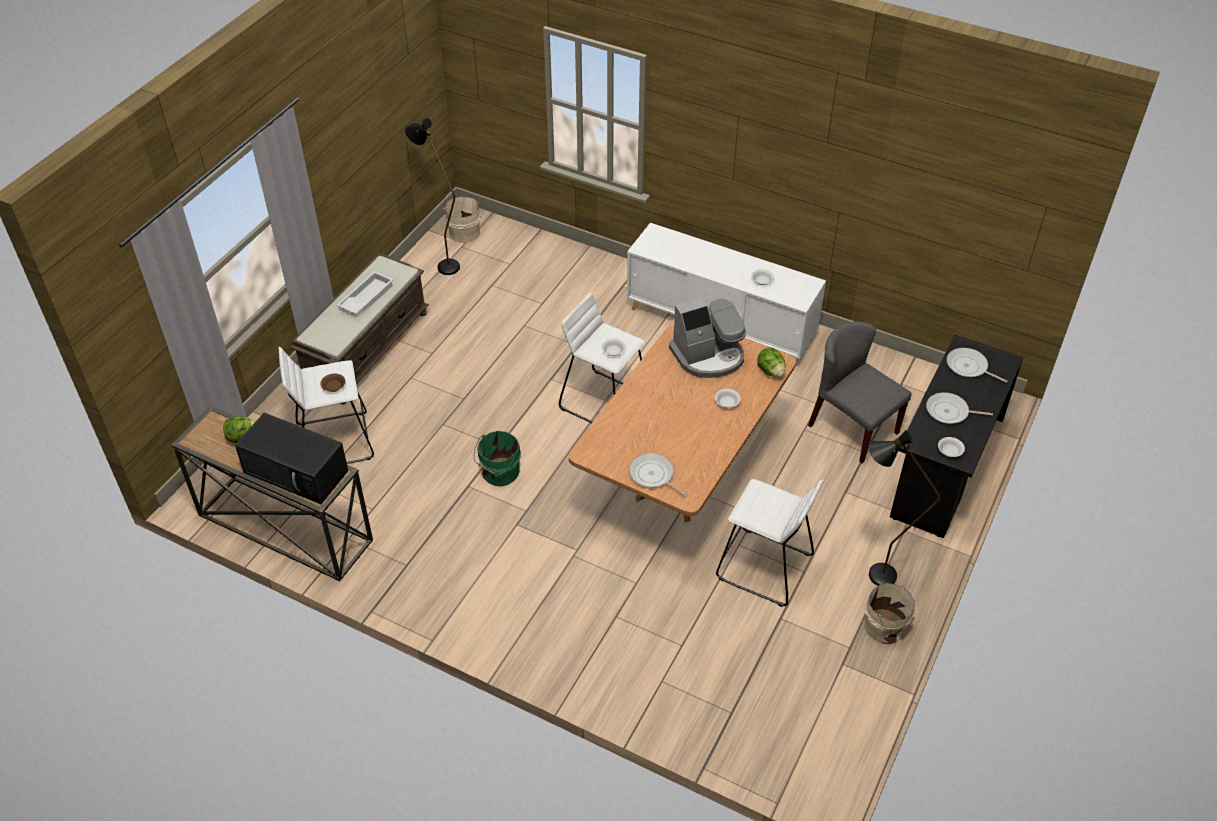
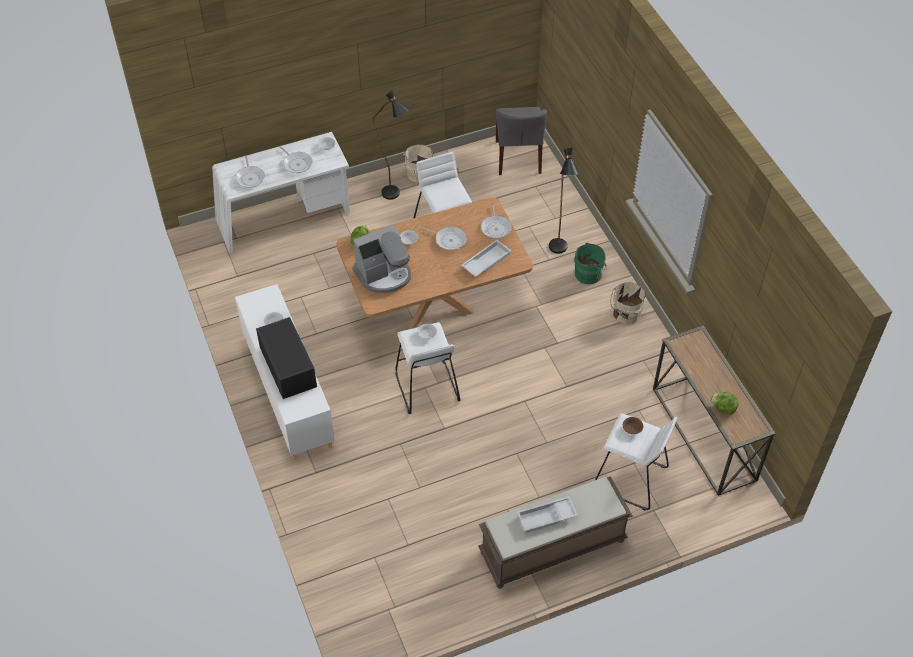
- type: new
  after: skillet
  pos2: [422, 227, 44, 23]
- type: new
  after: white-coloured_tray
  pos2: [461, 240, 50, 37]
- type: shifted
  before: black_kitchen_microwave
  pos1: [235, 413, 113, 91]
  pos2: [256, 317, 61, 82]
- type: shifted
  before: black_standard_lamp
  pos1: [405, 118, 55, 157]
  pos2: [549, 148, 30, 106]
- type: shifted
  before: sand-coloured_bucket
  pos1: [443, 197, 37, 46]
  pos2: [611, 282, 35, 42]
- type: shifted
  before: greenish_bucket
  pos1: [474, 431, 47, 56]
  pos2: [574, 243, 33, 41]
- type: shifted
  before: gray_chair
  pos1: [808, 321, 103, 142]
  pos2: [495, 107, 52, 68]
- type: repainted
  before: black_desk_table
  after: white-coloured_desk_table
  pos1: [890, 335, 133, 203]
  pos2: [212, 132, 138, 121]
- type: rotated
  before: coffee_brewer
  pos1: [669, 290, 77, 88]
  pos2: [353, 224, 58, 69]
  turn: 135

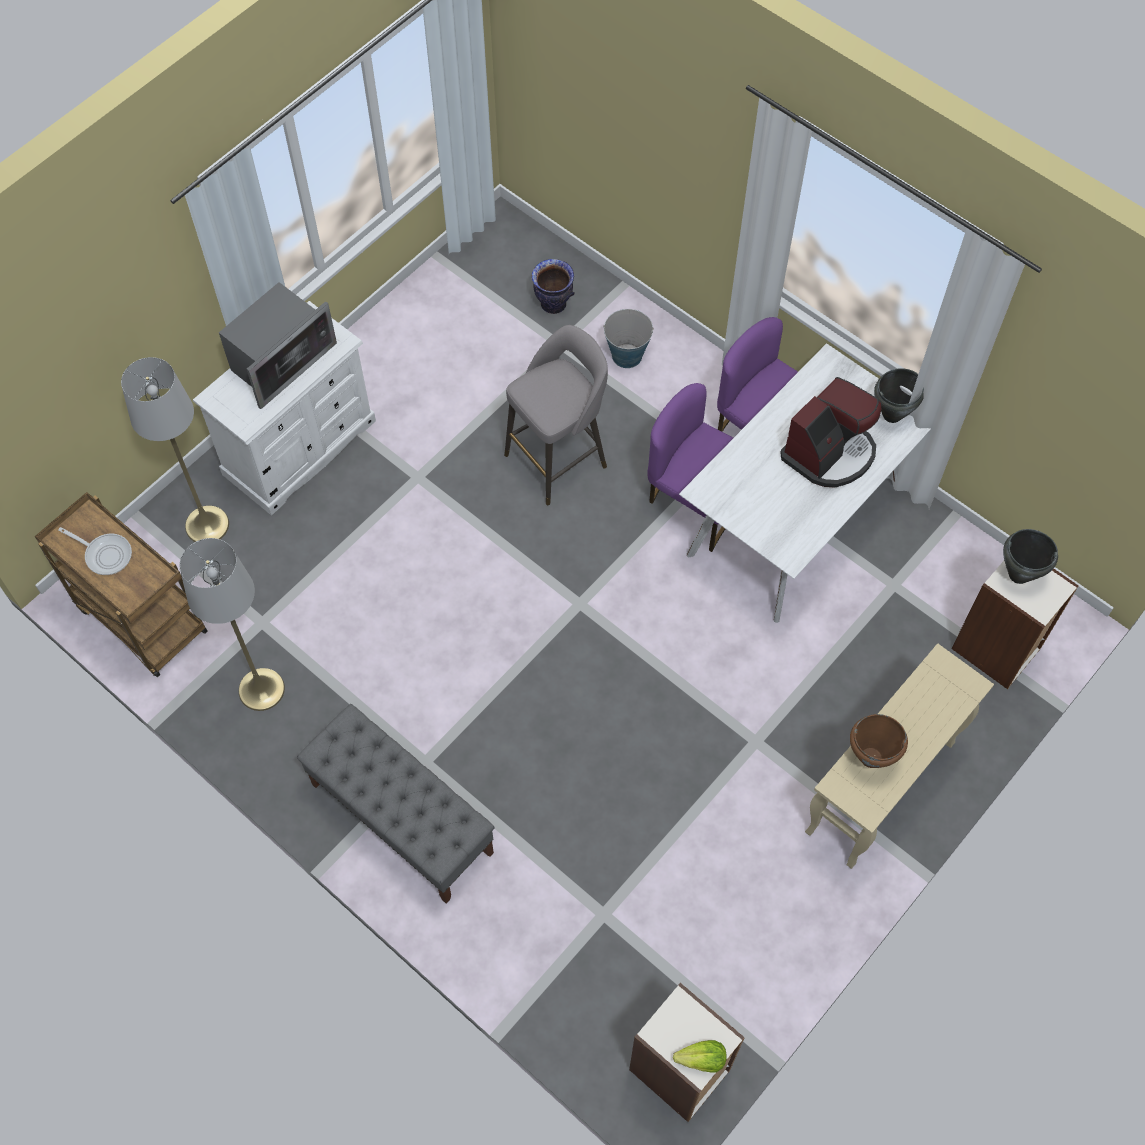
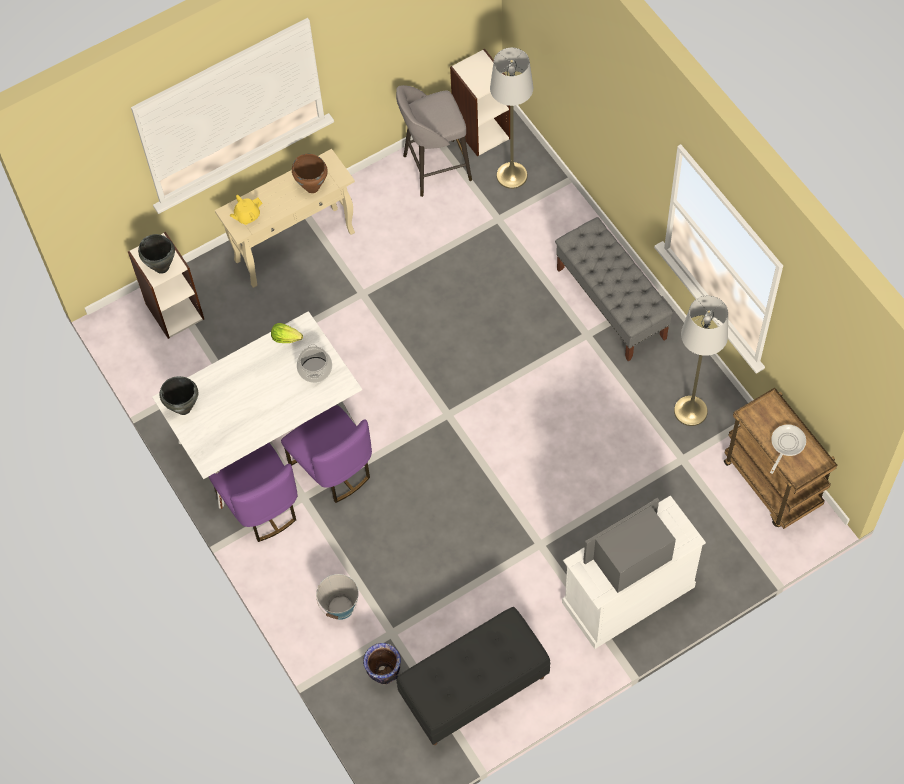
- type: gone
  before: coffee_brewer
  pos1: [780, 377, 102, 110]
- type: new
  after: yellow-coloured_tea_pot
  pos2: [230, 195, 32, 30]
- type: new
  after: stockpot
  pos2: [297, 344, 35, 39]
- type: new
  after: black_indoor_bench
  pos2: [396, 607, 154, 138]
- type: shifted
  before: gray_standard_lamp
  pos1: [121, 357, 108, 185]
  pos2: [490, 48, 43, 141]
- type: shifted
  before: gray_stool_seat
  pos1: [504, 325, 104, 180]
  pos2: [396, 85, 76, 112]
- type: shifted
  before: head_of_lettuce
  pos1: [673, 1040, 54, 32]
  pos2: [271, 323, 32, 20]
- type: rotated
  before: skillet
  pos1: [58, 527, 74, 48]
  pos2: [770, 424, 36, 50]
  turn: 75

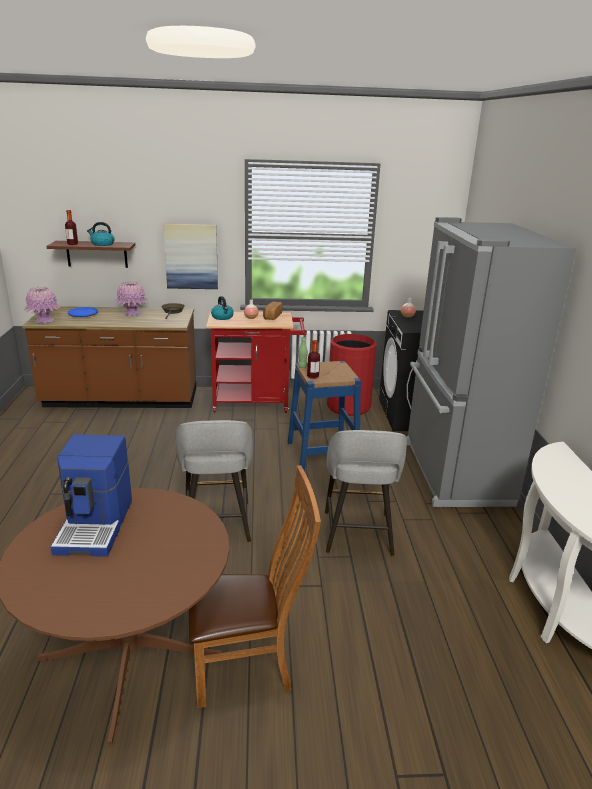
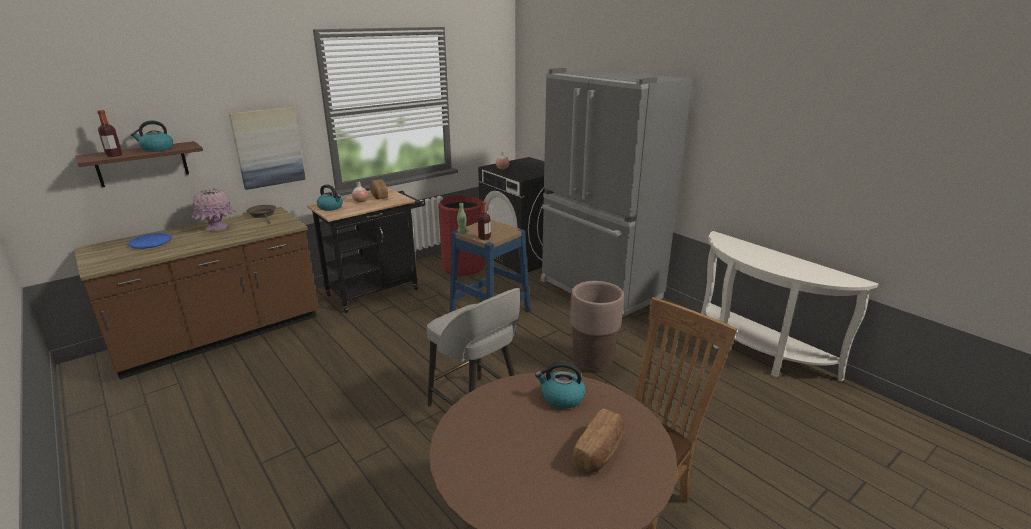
- type: gone
  before: pink_flower_vase
  pos1: [24, 287, 37, 36]
- type: gone
  before: coffee_brewer
  pos1: [51, 434, 81, 123]
- type: new
  after: water_kettle
  pos2: [535, 361, 50, 48]
- type: new
  after: baked_bread
  pos2: [573, 409, 51, 63]
- type: swapped
  before: gray_stool_seat
  after: brown-coloured_flower_pot
  pos1: [325, 430, 82, 126]
  pos2: [570, 281, 54, 92]
- type: repainted
  before: red_wheeled_cart
  after: black_wheeled_cart
  pos1: [206, 311, 101, 102]
  pos2: [307, 188, 119, 125]

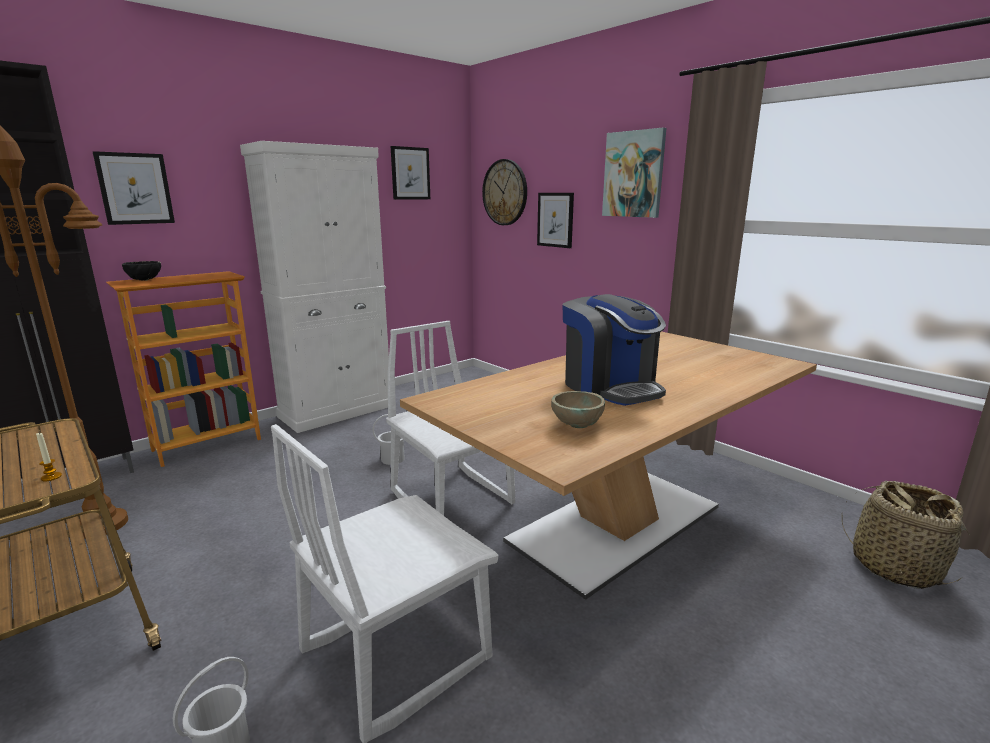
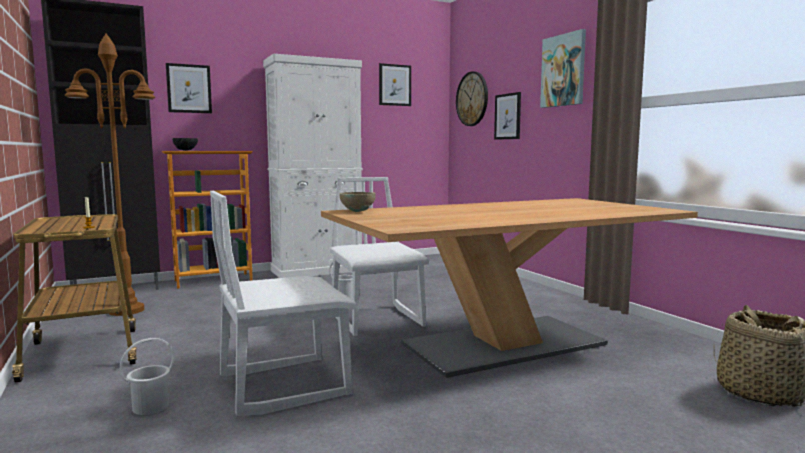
- type: gone
  before: coffee_brewer
  pos1: [562, 294, 104, 112]
- type: shifted
  before: sand-coloured_deep_dish
  pos1: [551, 391, 54, 37]
  pos2: [340, 192, 36, 20]

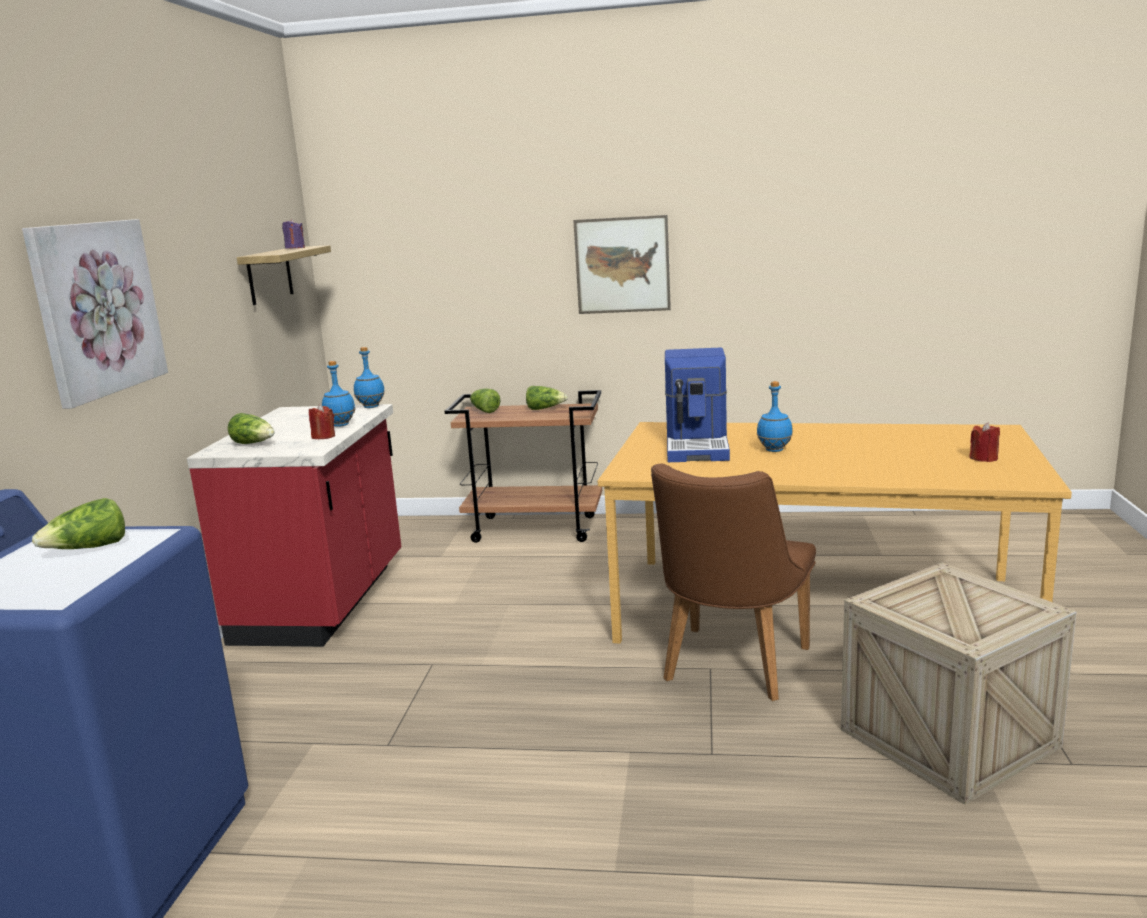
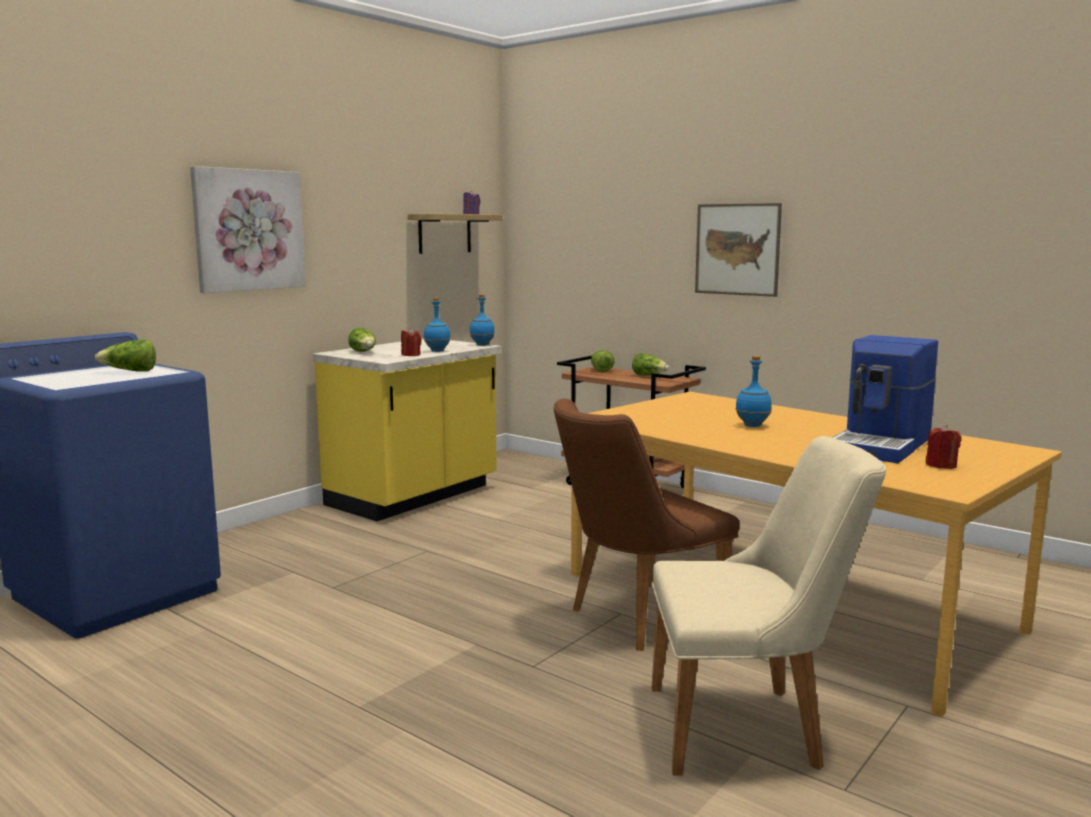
- type: shifted
  before: coffee_brewer
  pos1: [665, 347, 65, 115]
  pos2: [832, 335, 106, 128]
- type: swapped
  before: packing_crate
  after: sand-coloured_chair
  pos1: [841, 562, 236, 243]
  pos2: [651, 436, 235, 340]
- type: repainted
  before: red_kitchen_base_unit
  after: yellow-coloured_kitchen_base_unit
  pos1: [187, 404, 214, 243]
  pos2: [313, 339, 188, 182]

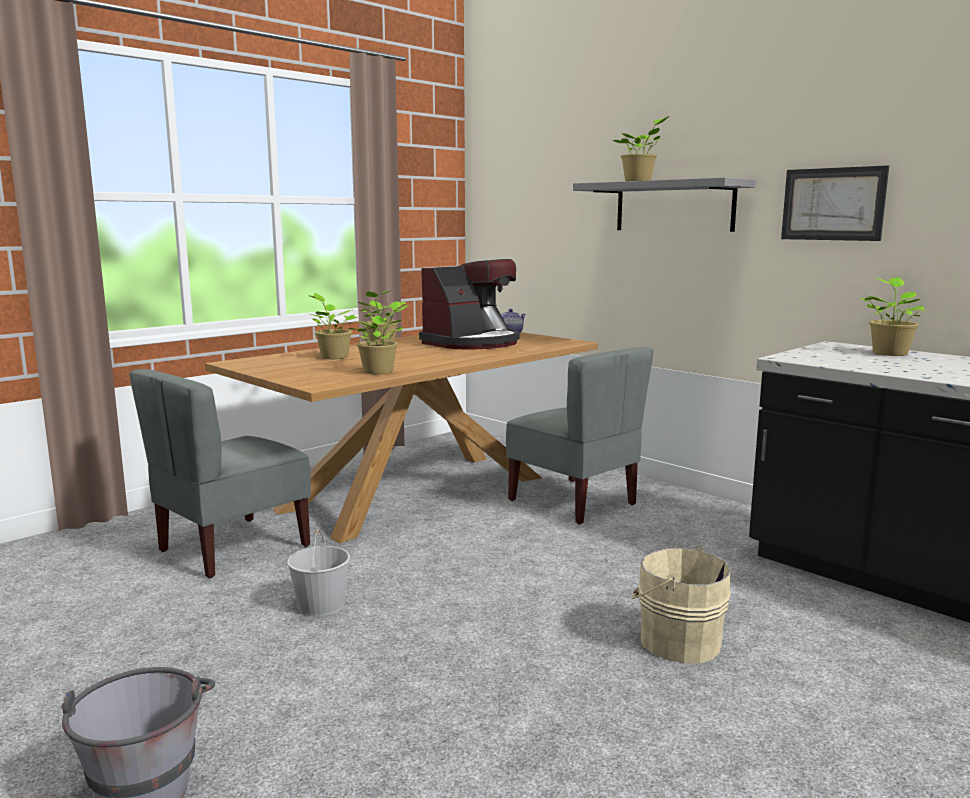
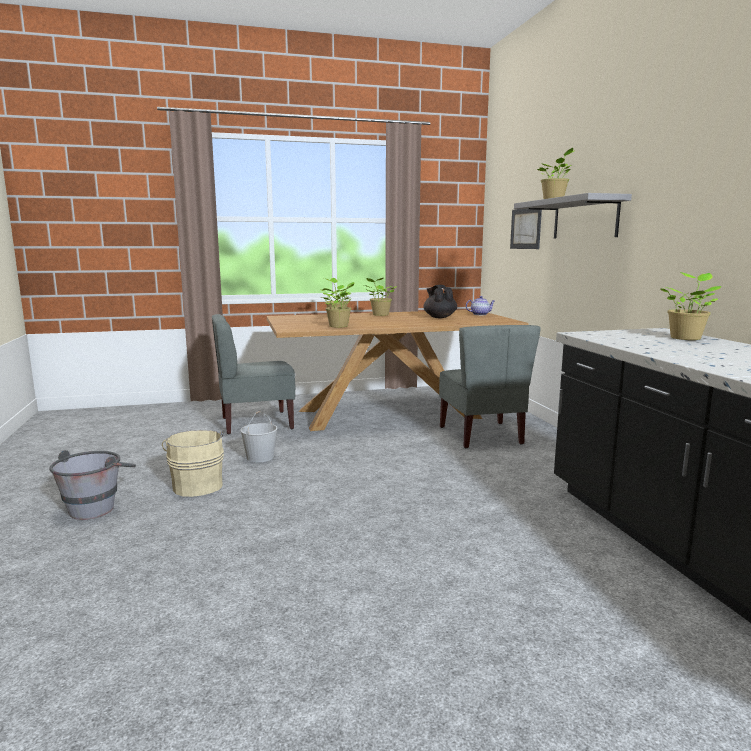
- type: shifted
  before: sand-coloured_bucket
  pos1: [631, 545, 100, 119]
  pos2: [162, 430, 62, 67]
- type: shifted
  before: picture
  pos1: [781, 165, 108, 76]
  pos2: [510, 209, 32, 40]
- type: swapped
  before: coffee_brewer
  after: black_tea_pot
  pos1: [419, 259, 101, 91]
  pos2: [423, 285, 34, 33]

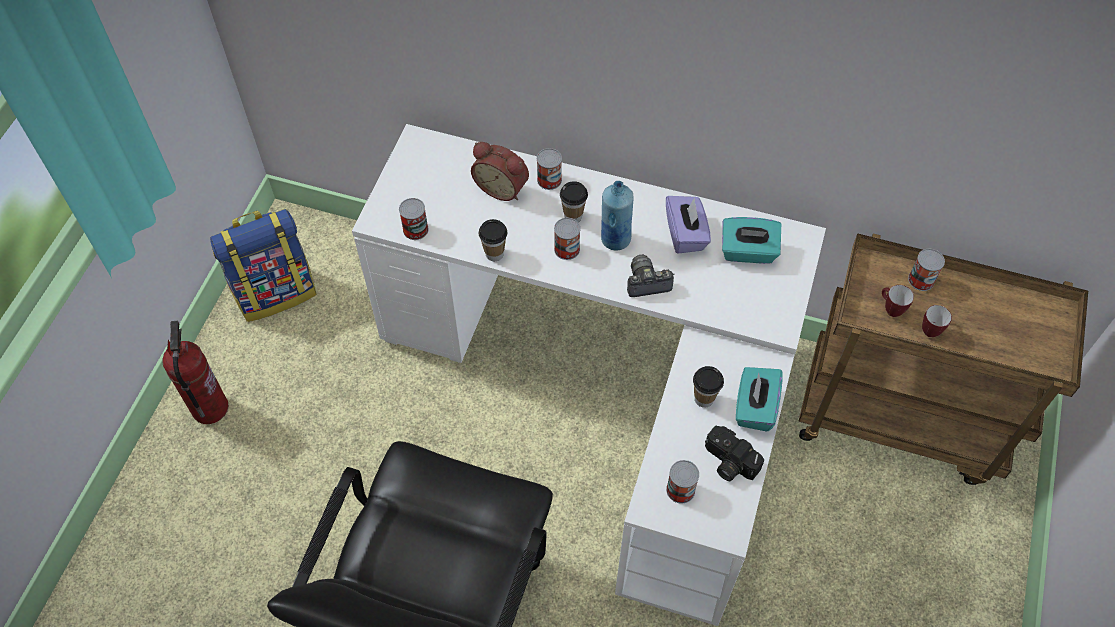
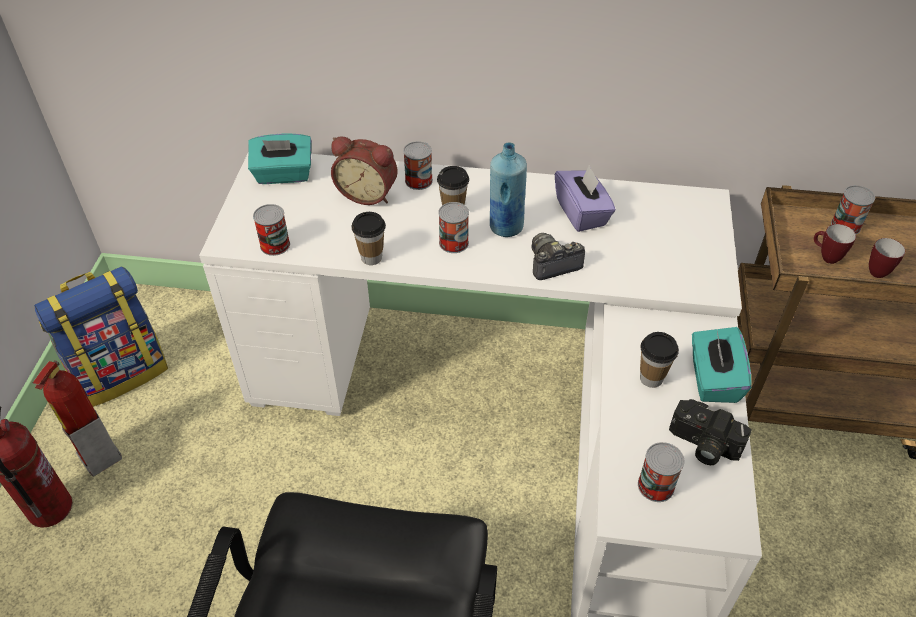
- type: new
  after: extinguisher
  pos2: [33, 360, 89, 116]
- type: shifted
  before: turquoise_tissue_holder
  pos1: [722, 217, 59, 47]
  pos2: [248, 134, 63, 50]

